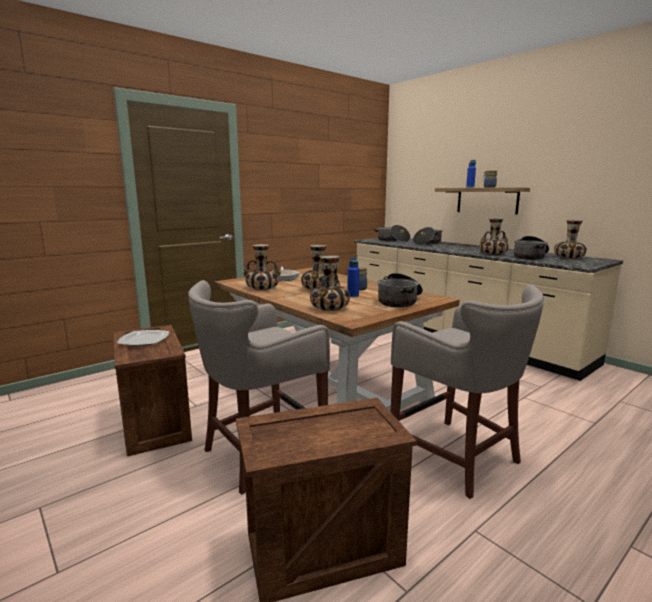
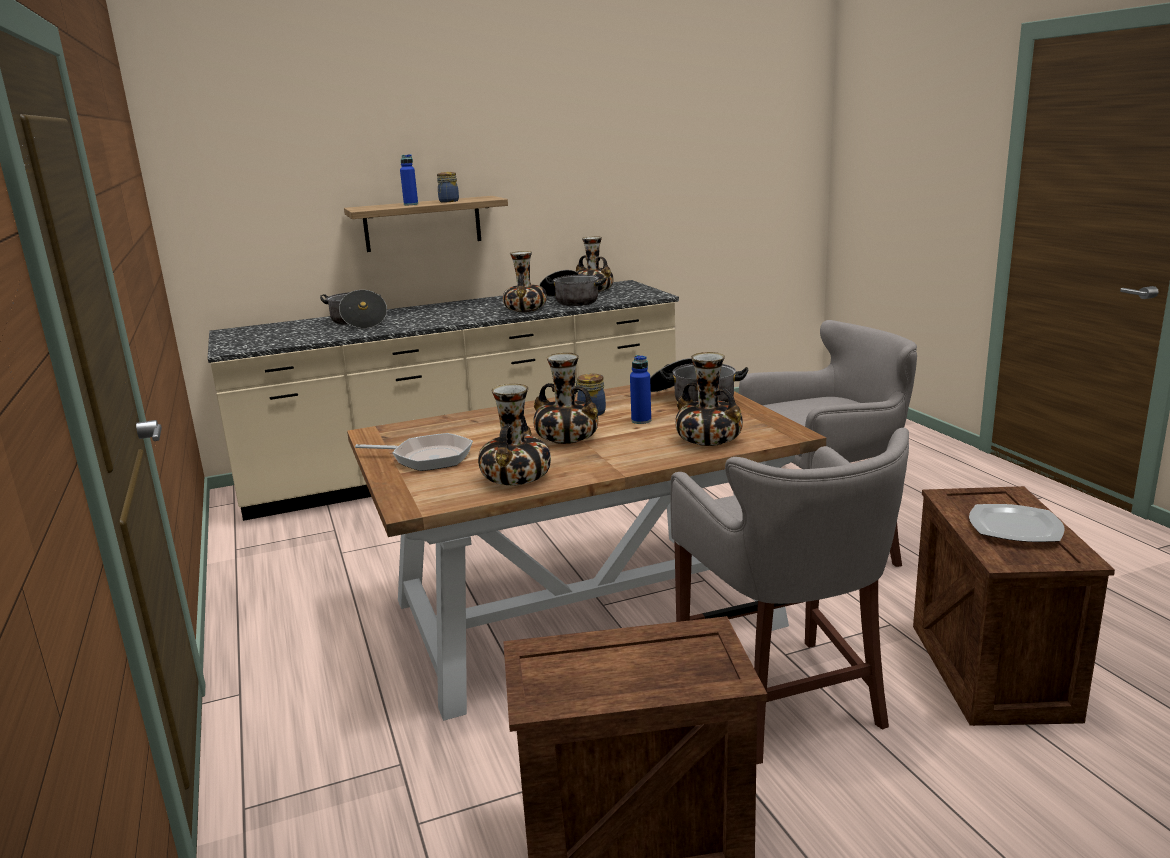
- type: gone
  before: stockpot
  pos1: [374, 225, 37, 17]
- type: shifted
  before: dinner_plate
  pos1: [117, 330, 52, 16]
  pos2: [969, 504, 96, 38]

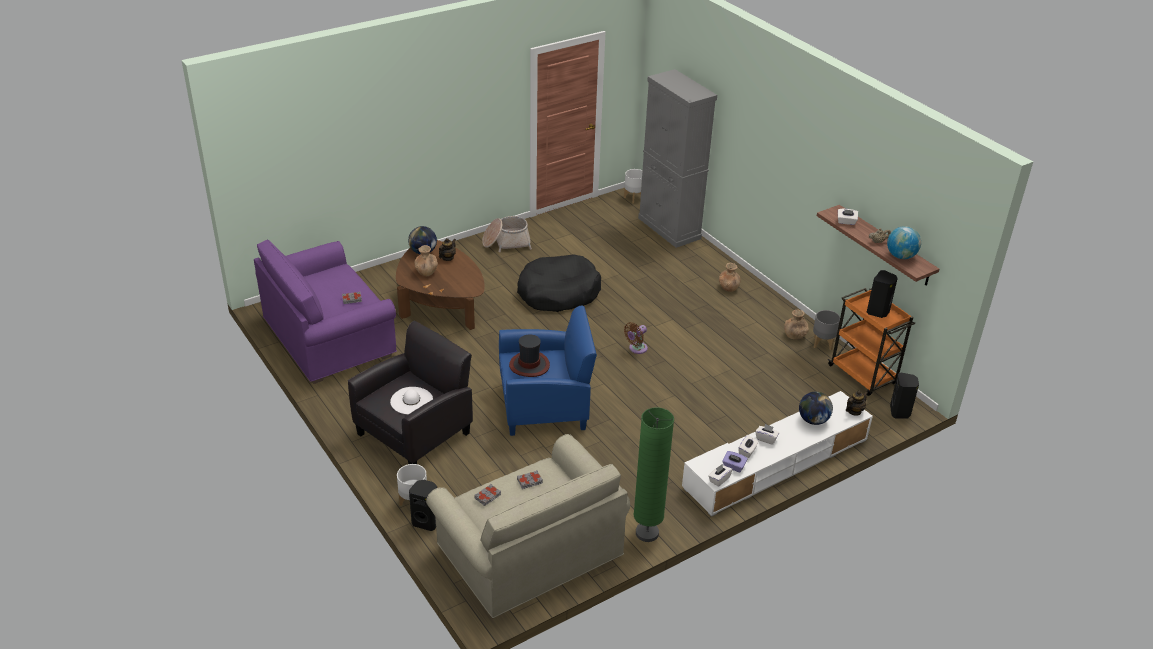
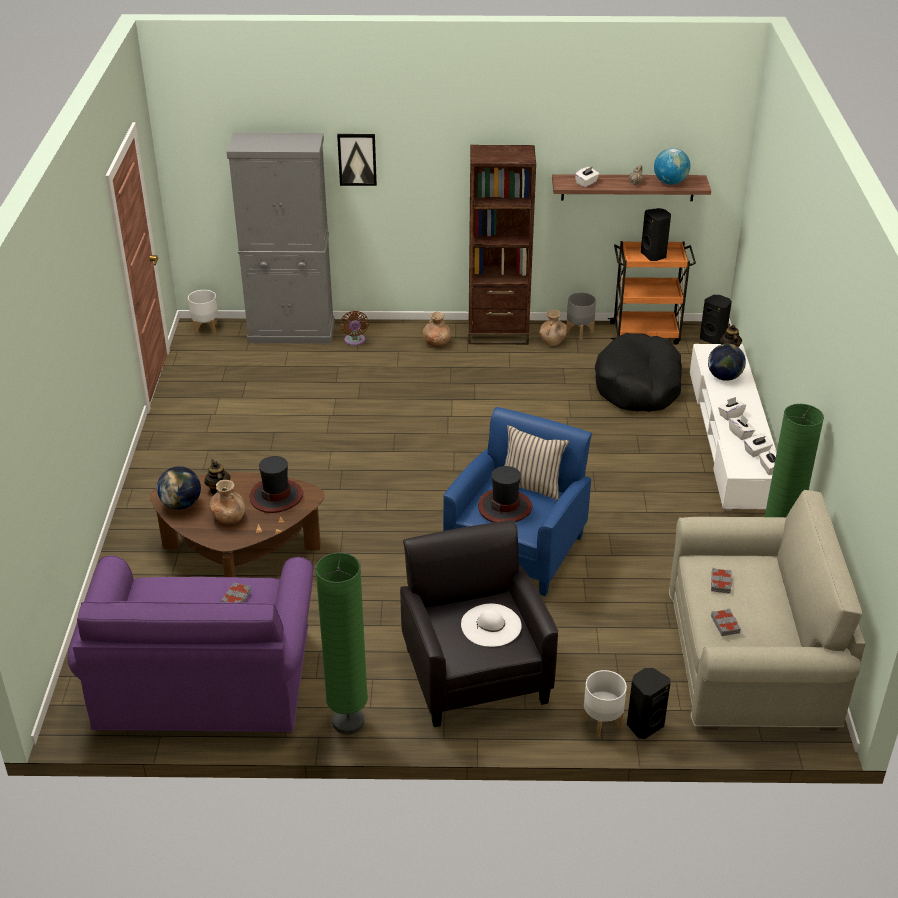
- type: gone
  before: household_basket
  pos1: [482, 216, 50, 36]
- type: new
  after: wearable_hat
  pos2: [250, 456, 53, 57]
- type: new
  after: greenish_standard_lamp
  pos2: [315, 552, 53, 183]
- type: new
  after: picture
  pos2: [337, 134, 40, 52]
- type: new
  after: brown-coloured_bookshelf
  pos2: [468, 145, 68, 200]
- type: new
  after: sand-coloured_cushion
  pos2: [505, 425, 64, 75]
- type: shifted
  before: black_dog_bed
  pos1: [517, 254, 84, 58]
  pos2: [595, 333, 87, 79]
- type: shifted
  before: brown-coloured_electric_fan
  pos1: [624, 322, 24, 32]
  pos2: [340, 311, 29, 35]
- type: repainted
  before: purple_tissue_holder
  after: white-coloured_tissue_holder
  pos1: [722, 451, 26, 21]
  pos2: [744, 434, 29, 23]

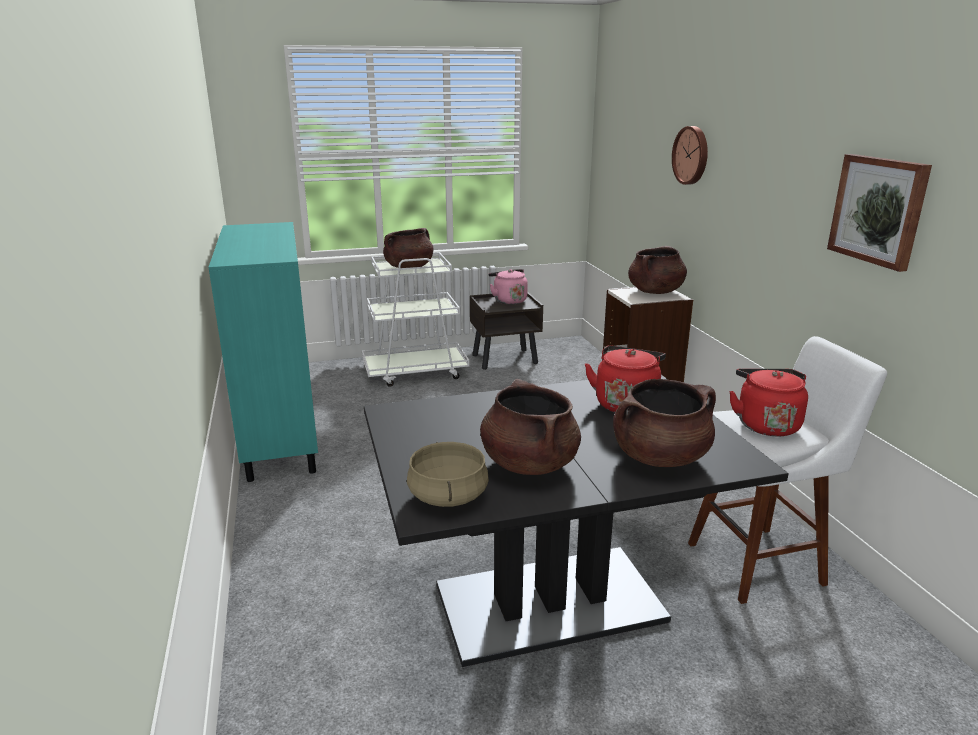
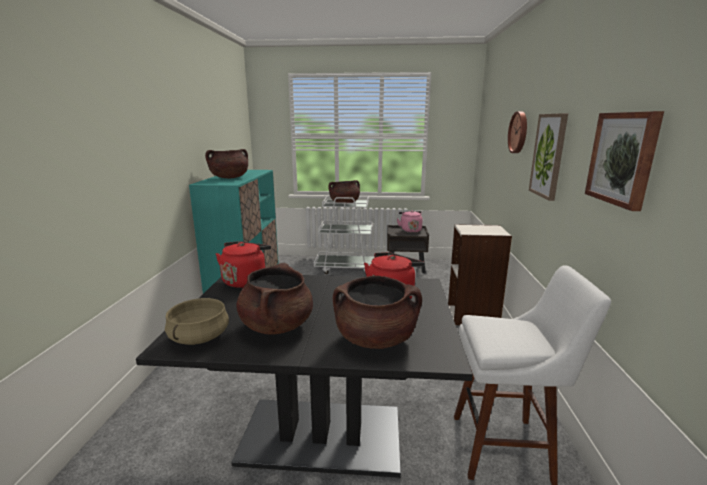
- type: new
  after: picture
  pos2: [529, 113, 39, 88]
- type: shifted
  before: brown-coloured_stockpot
  pos1: [628, 246, 59, 48]
  pos2: [205, 149, 43, 29]
- type: shifted
  before: red_water_kettle
  pos1: [729, 369, 79, 67]
  pos2: [216, 241, 55, 47]

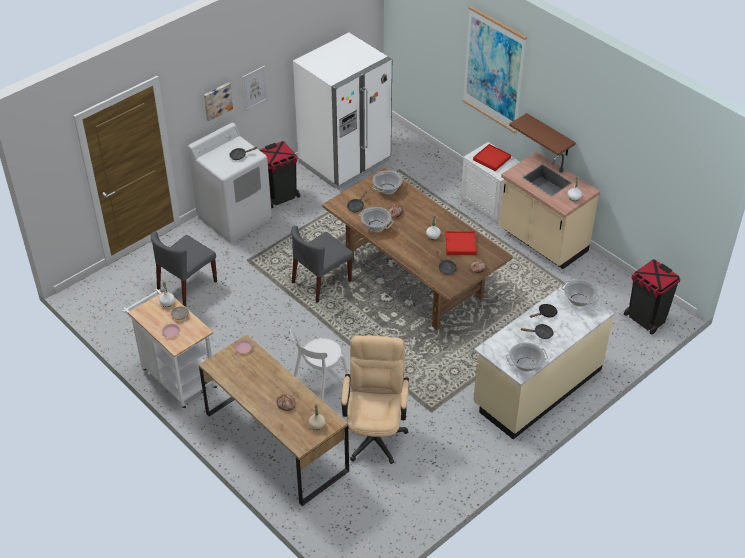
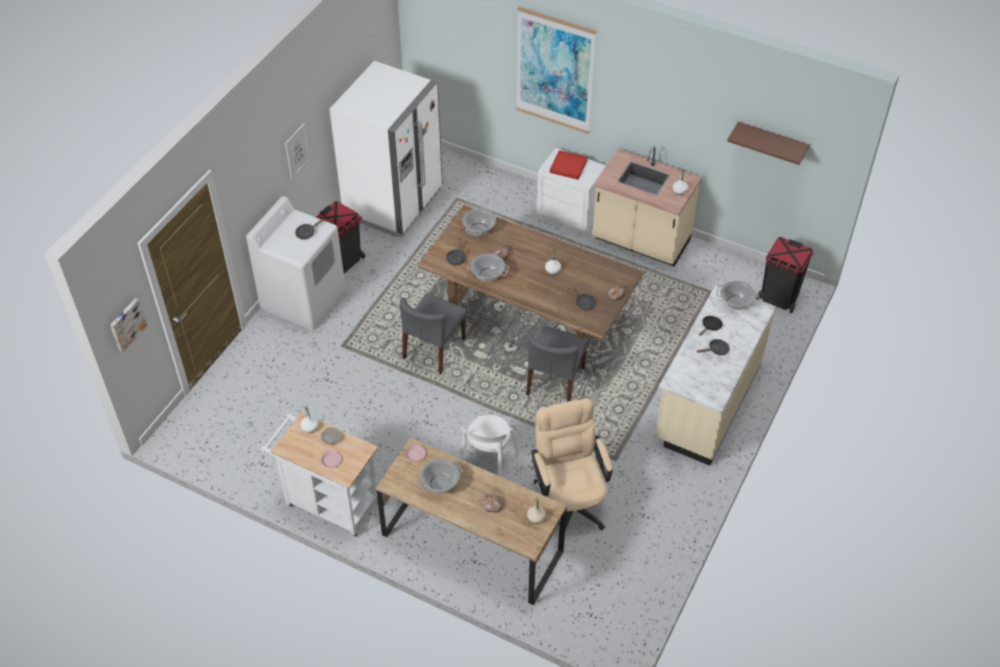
- type: gone
  before: red_tray
  pos1: [446, 231, 31, 24]
- type: shifted
  before: gray_chair
  pos1: [151, 231, 66, 75]
  pos2: [526, 326, 63, 76]
- type: shifted
  before: picture
  pos1: [204, 82, 29, 39]
  pos2: [110, 298, 37, 54]
- type: shifted
  before: stockpot
  pos1: [506, 342, 42, 30]
  pos2: [417, 459, 46, 34]
- type: shifted
  before: brown-coloured_shelf
  pos1: [509, 113, 67, 43]
  pos2: [727, 122, 83, 43]

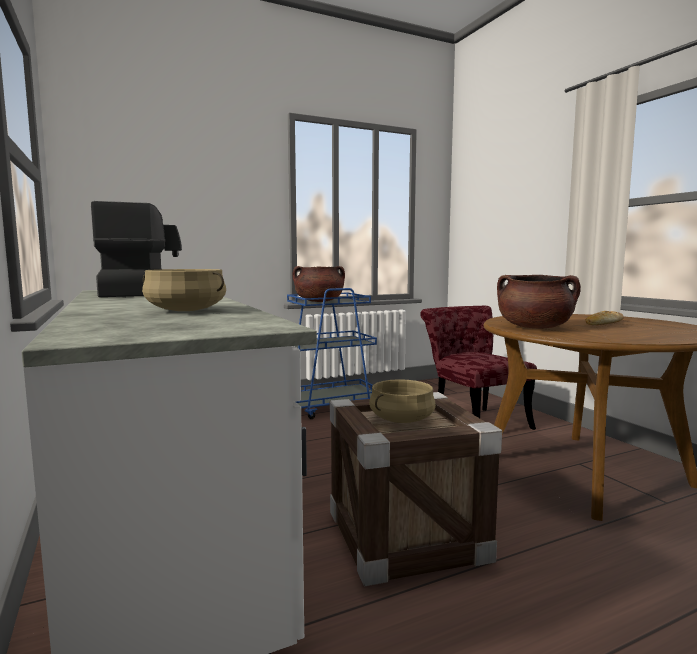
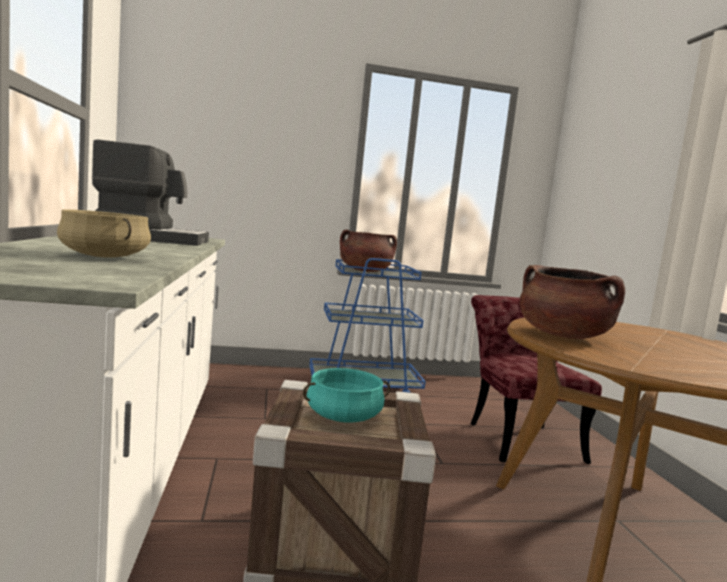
- type: gone
  before: baked_bread
  pos1: [585, 311, 39, 14]
- type: repainted
  before: sand-coloured_stockpot
  after: turquoise_stockpot
  pos1: [369, 379, 67, 44]
  pos2: [303, 368, 87, 55]

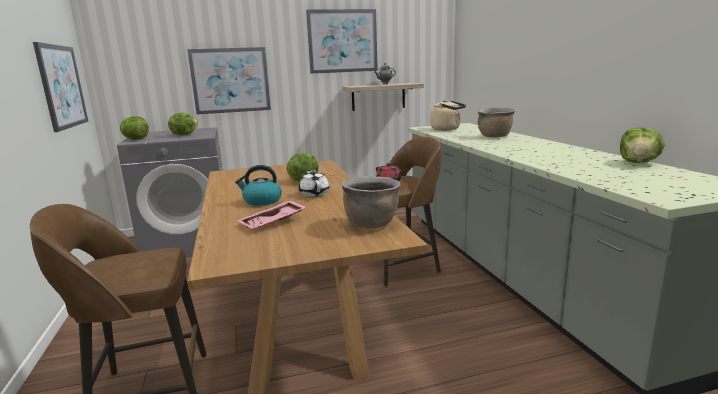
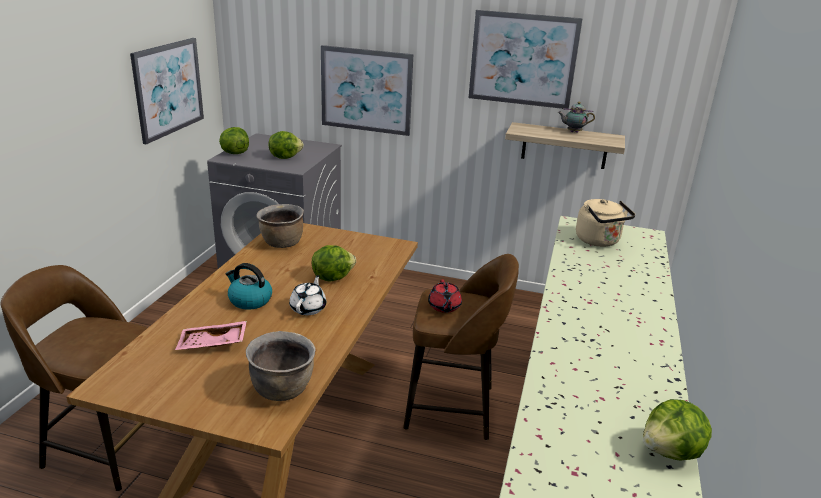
- type: shifted
  before: brown-coloured_stockpot
  pos1: [477, 107, 39, 30]
  pos2: [256, 204, 48, 44]

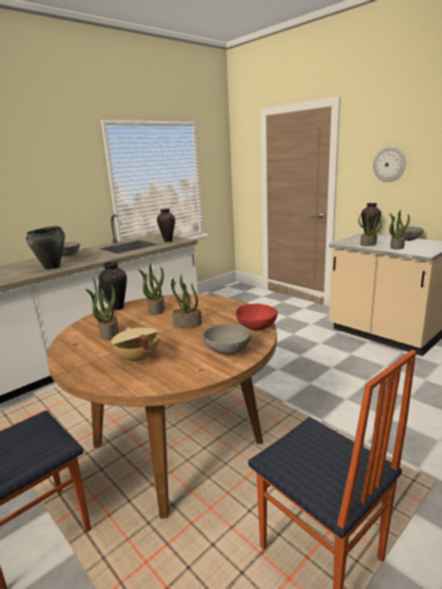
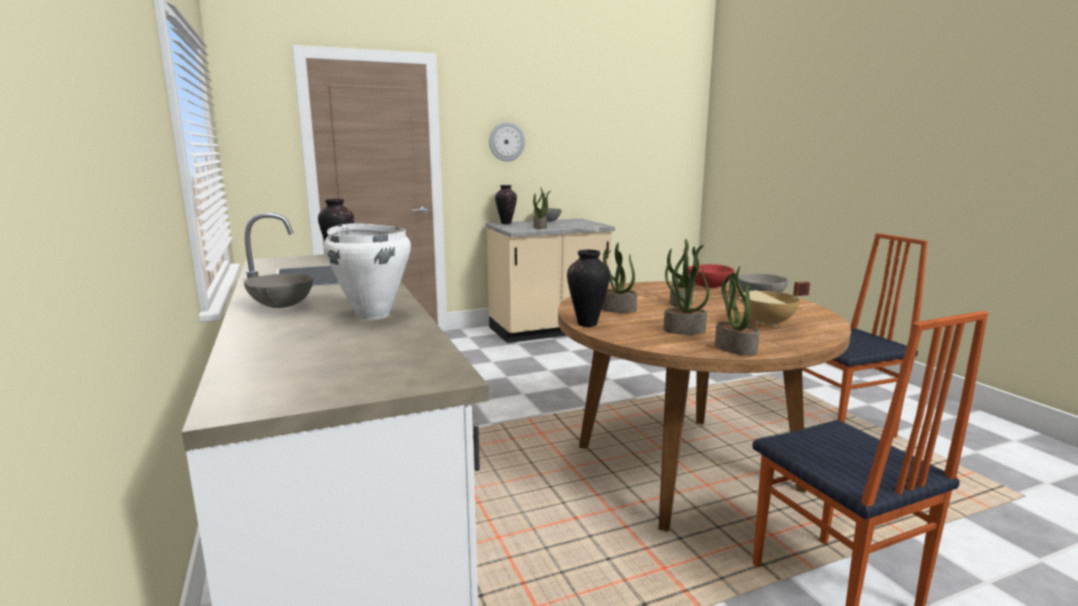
- type: shifted
  before: plant_in_a_pot
  pos1: [389, 210, 21, 40]
  pos2: [715, 267, 45, 89]
- type: repainted
  before: black_stockpot
  after: white-coloured_stockpot
  pos1: [26, 226, 39, 43]
  pos2: [324, 223, 87, 97]

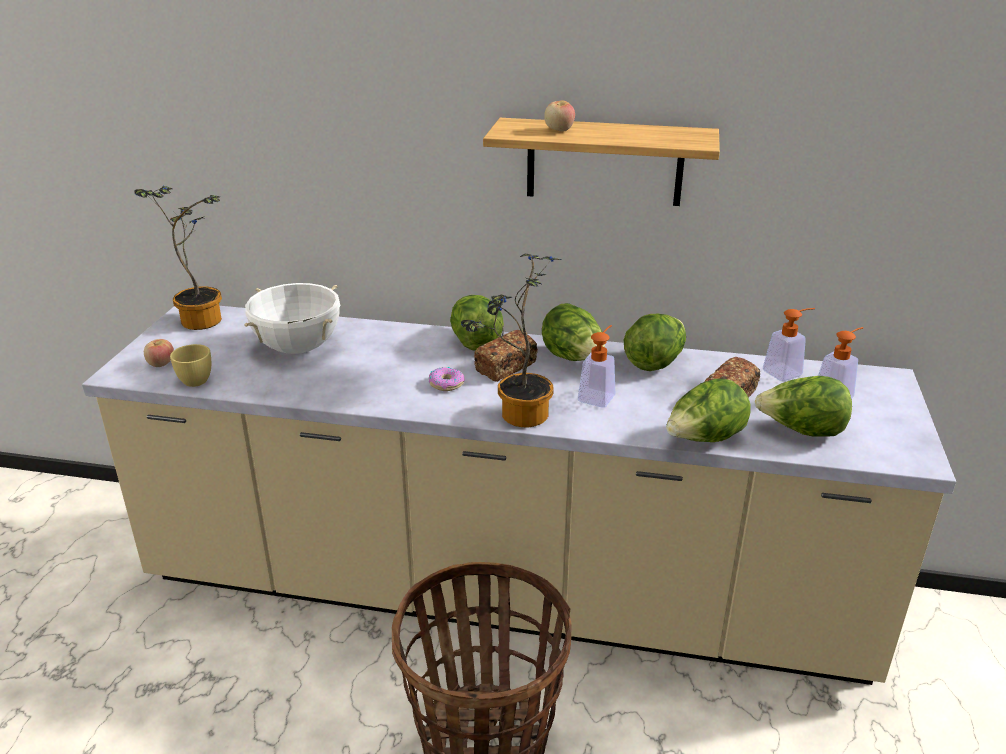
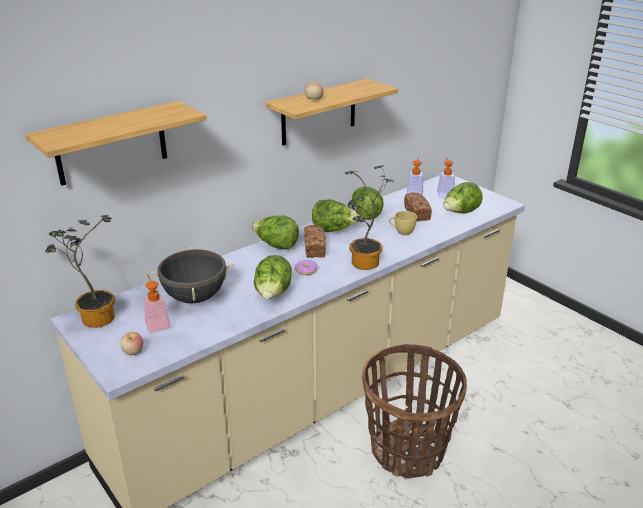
- type: new
  after: shelf
  pos2: [25, 101, 182, 85]
- type: shifted
  before: yellow-coloured_drinking_cup
  pos1: [170, 344, 41, 43]
  pos2: [389, 211, 28, 24]
- type: shifted
  before: soap_bottle
  pos1: [578, 325, 37, 83]
  pos2: [144, 275, 27, 58]
- type: shifted
  before: head_of_lettuce
  pos1: [666, 379, 85, 63]
  pos2: [254, 255, 38, 44]
- type: repainted
  before: white-coloured_stockpot
  after: black_stockpot
  pos1: [244, 283, 96, 71]
  pos2: [149, 247, 85, 56]

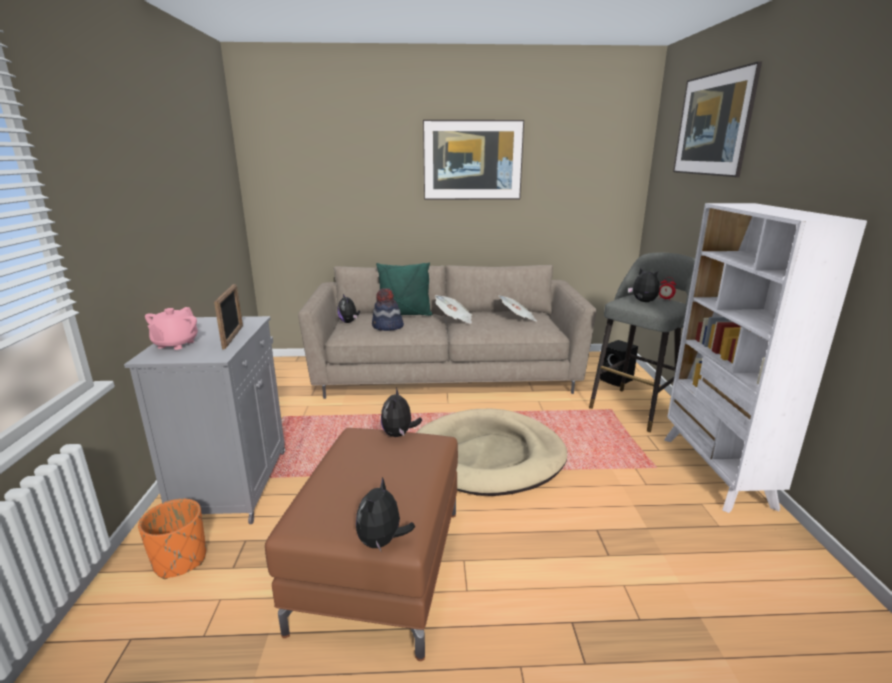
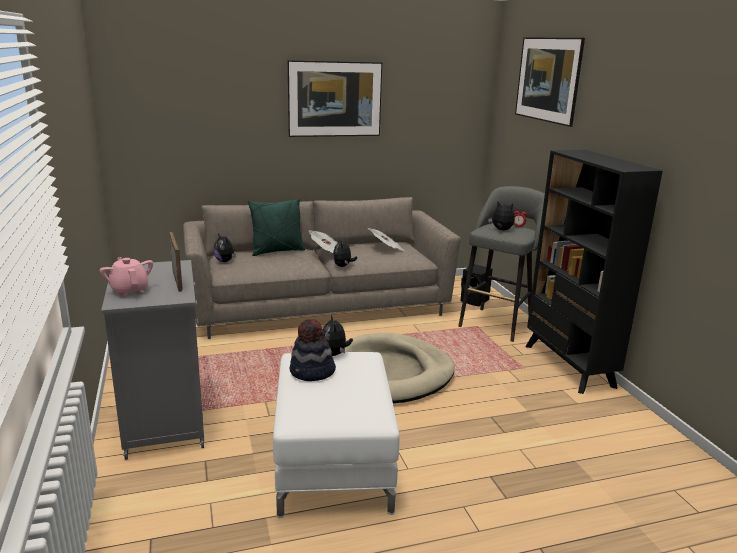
- type: gone
  before: orange-coloured_flower_pot
  pos1: [138, 499, 68, 80]
- type: shifted
  before: cuddly_toy
  pos1: [356, 477, 59, 74]
  pos2: [333, 237, 24, 30]
- type: shifted
  before: wearable_hat
  pos1: [372, 288, 32, 43]
  pos2: [289, 320, 47, 61]
- type: repainted
  before: brown-coloured_ottoman
  after: white-coloured_ottoman
  pos1: [265, 428, 193, 233]
  pos2: [273, 352, 127, 166]
- type: repainted
  before: white-coloured_bookshelf
  after: black_bookshelf
  pos1: [664, 203, 203, 310]
  pos2: [525, 150, 138, 244]
- type: rotated
  before: pink_tea_pot
  pos1: [145, 307, 53, 43]
  pos2: [100, 257, 53, 39]
  turn: 150

